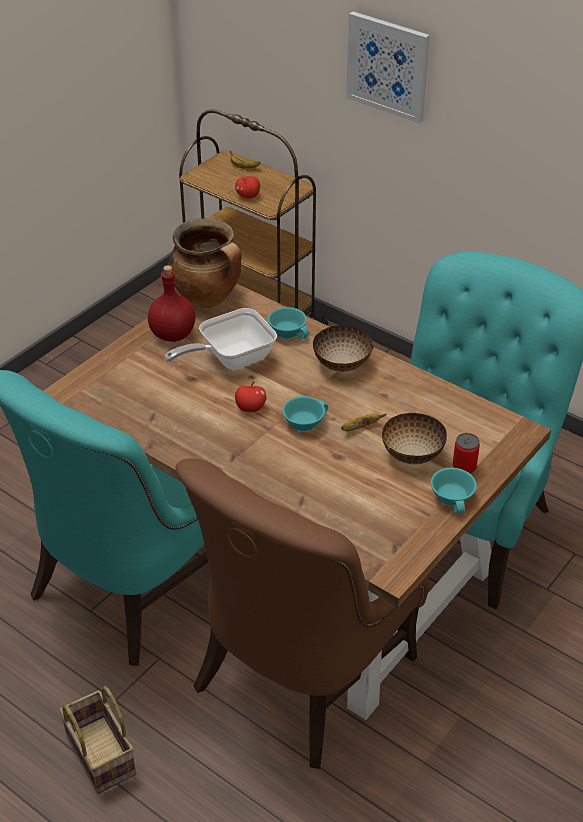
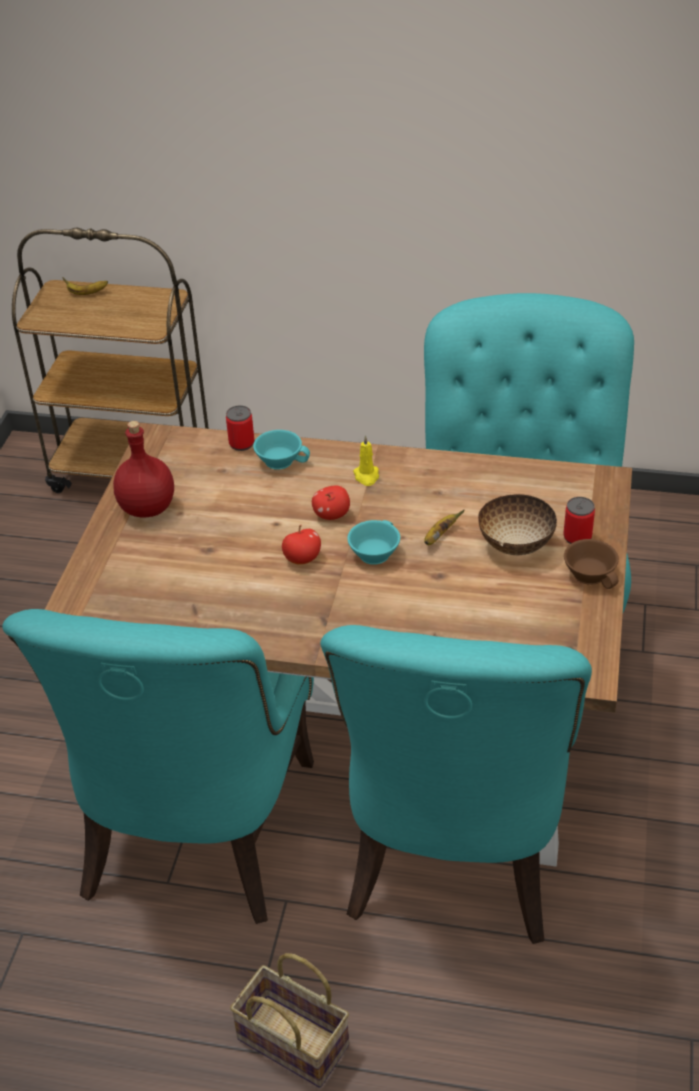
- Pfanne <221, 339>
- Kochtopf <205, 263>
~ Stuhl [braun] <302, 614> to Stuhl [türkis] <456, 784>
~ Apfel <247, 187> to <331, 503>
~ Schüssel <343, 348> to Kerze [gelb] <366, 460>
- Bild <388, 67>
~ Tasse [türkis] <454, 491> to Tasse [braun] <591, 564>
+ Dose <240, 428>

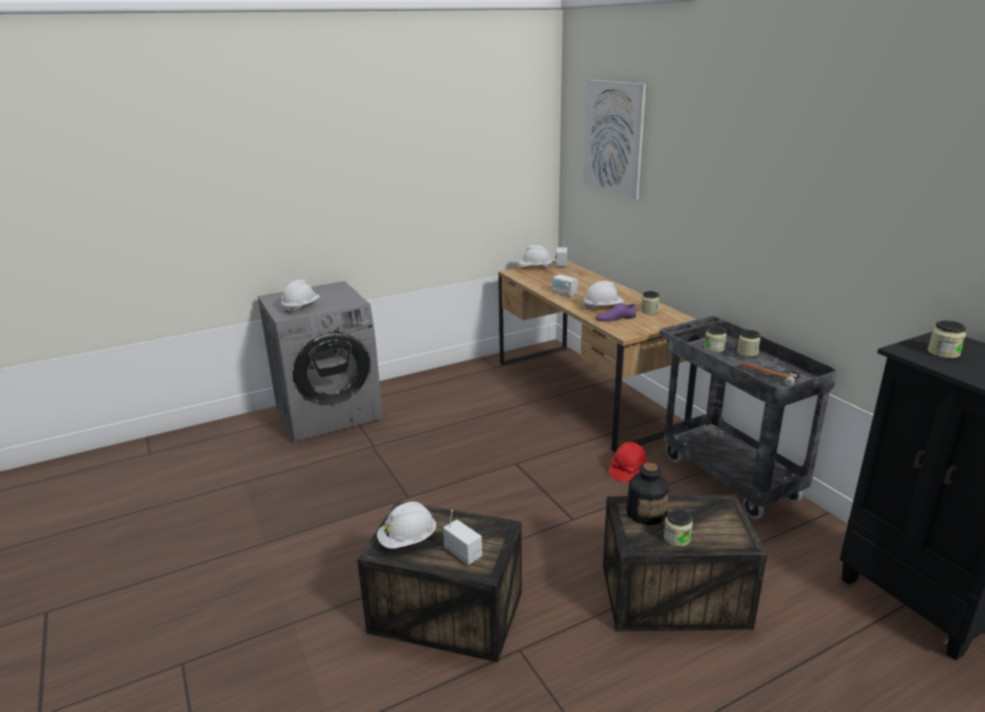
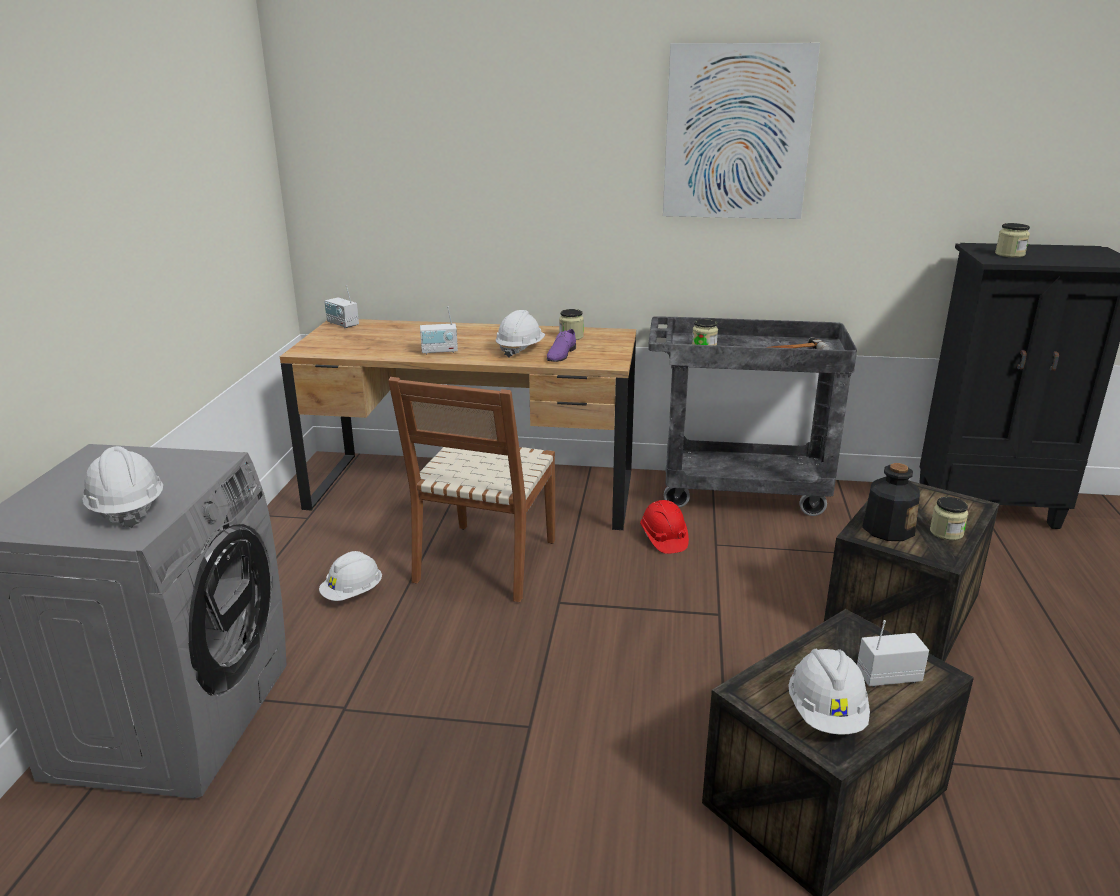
~ Schutzhelm [weiß] <535, 256> to <350, 576>
~ Bild <614, 139> to <741, 131>
- Vorratsglas <749, 343>
+ Stuhl <471, 489>

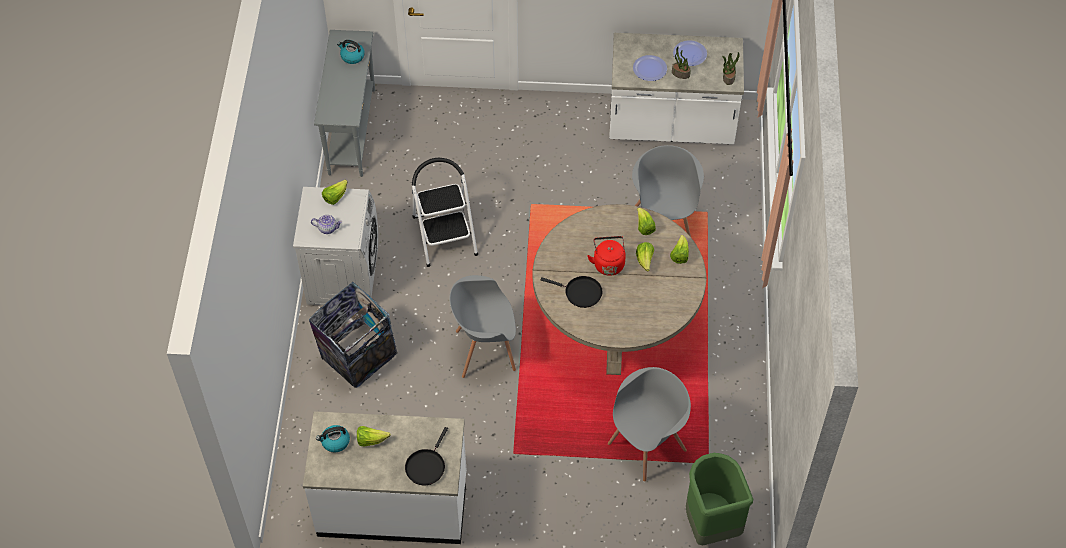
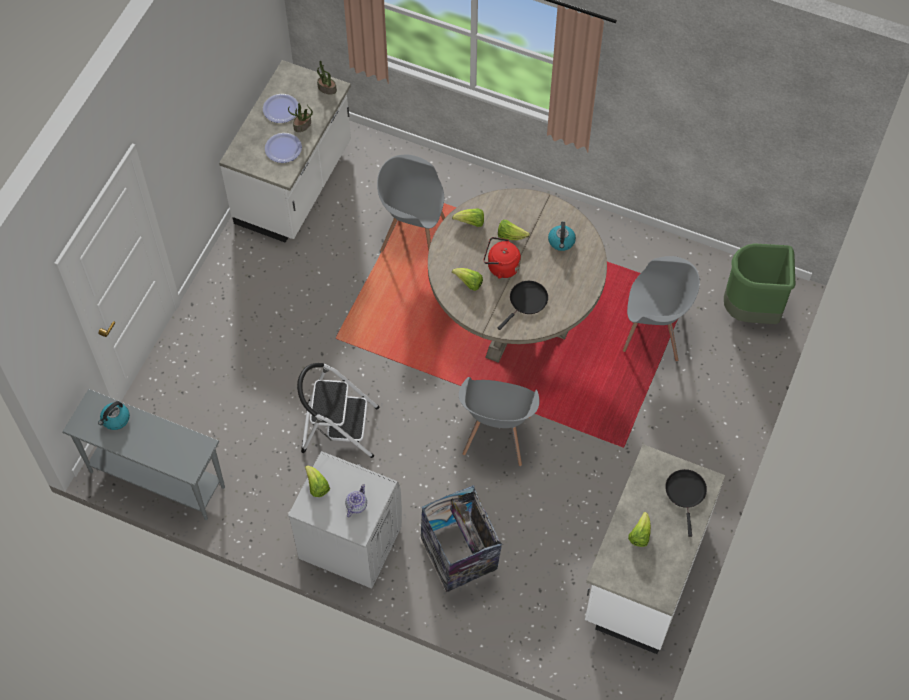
~ Wasserkessel <333, 438> to <562, 236>
~ Pfanne [schwarz] <426, 456> = <686, 503> 135 degrees counterclockwise
~ Stuhl [grau] <649, 424> = <661, 308> 120 degrees clockwise
~ Salatkopf <679, 249> to <467, 279>

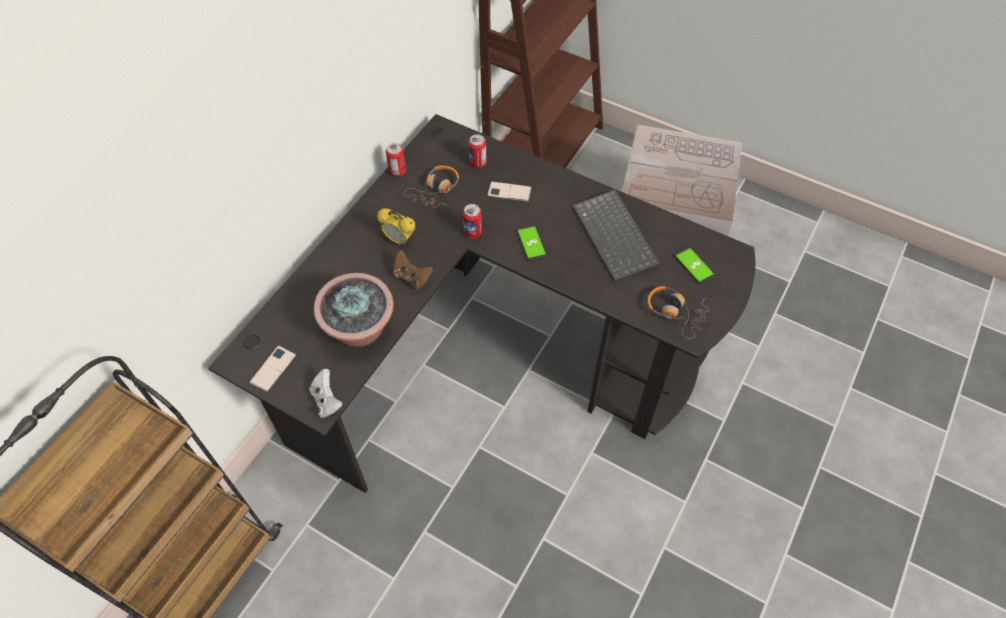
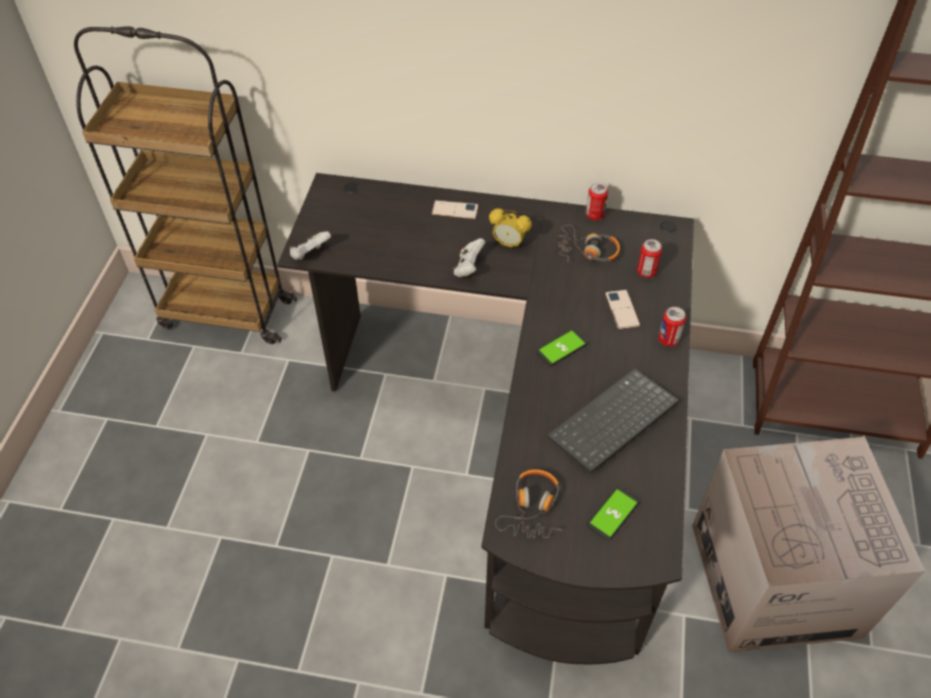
~ Handy <272, 369> to <455, 209>
- Topfpflanze <354, 310>
~ Wecker <396, 227> = <510, 228> 75 degrees counterclockwise
~ Gamepad [braun] <413, 270> to Gamepad [weiß] <469, 257>
~ Dose <472, 221> to <672, 327>

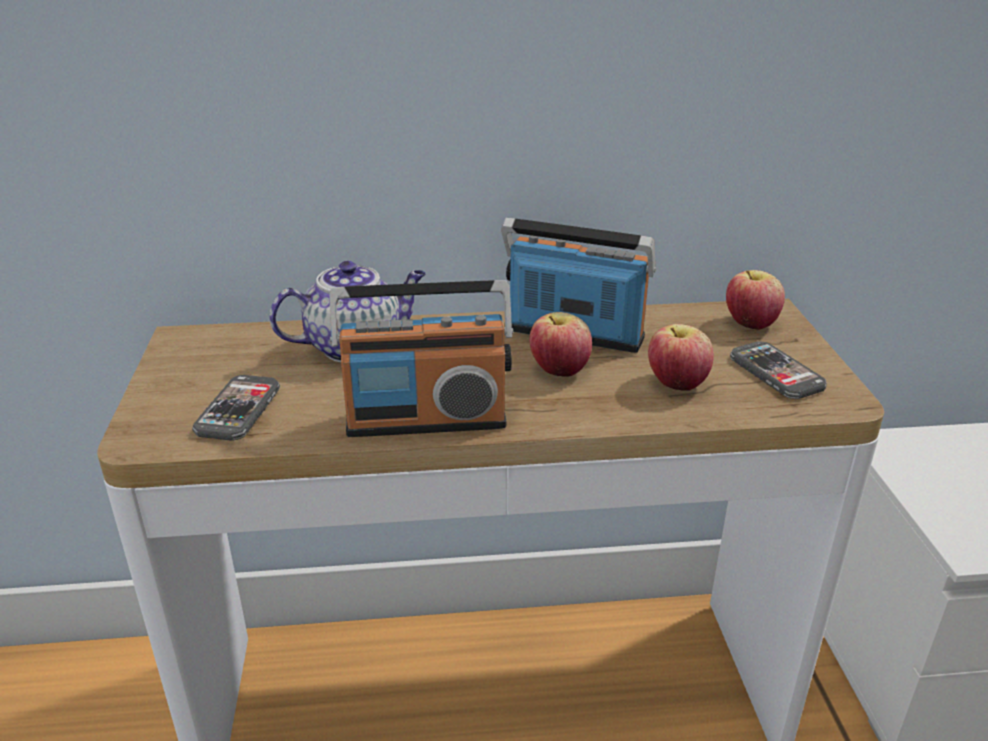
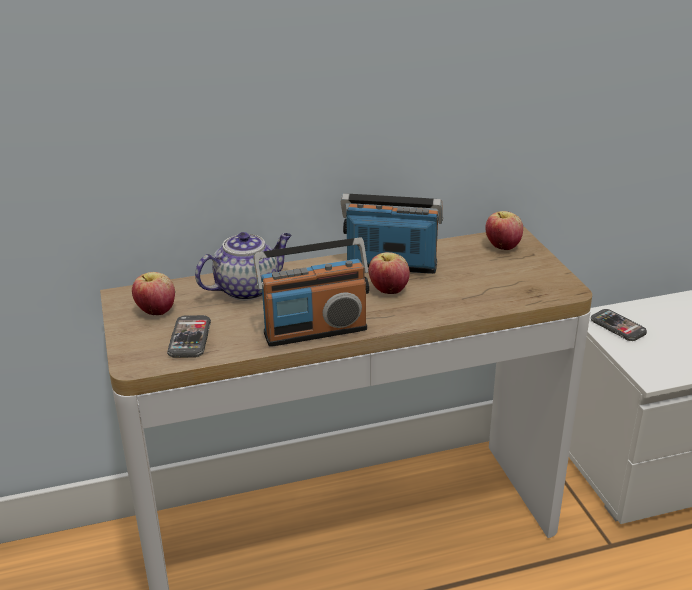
~ Apfel <681, 357> to <153, 293>
~ Handy <778, 370> to <619, 325>

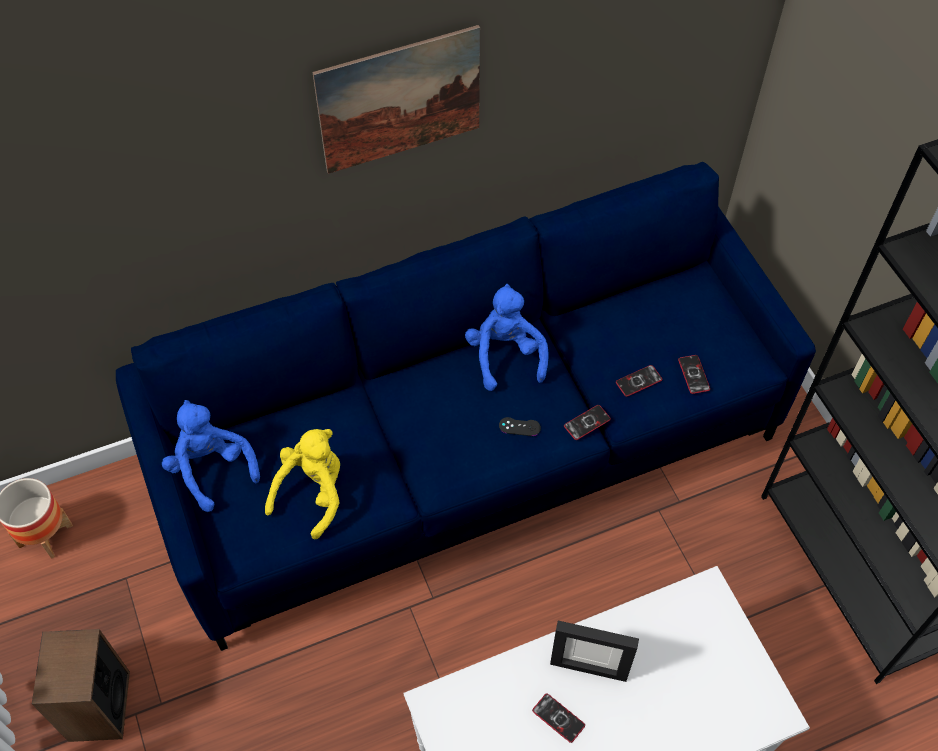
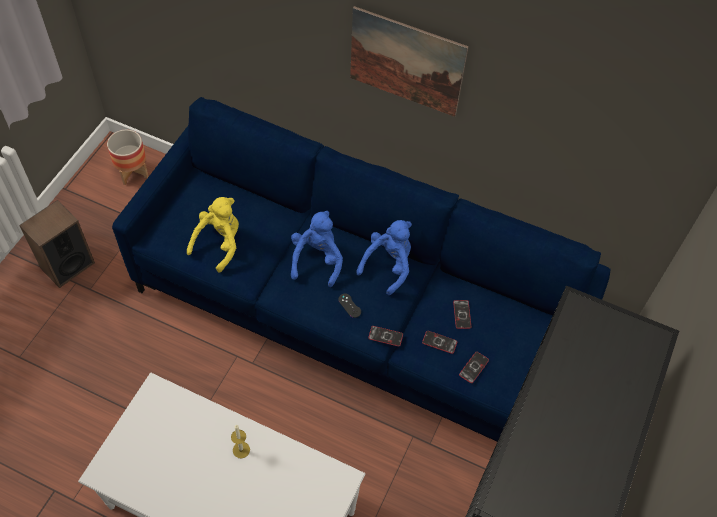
~ Plüschtier [blau] <211, 456> to <317, 249>
~ Plüschtier [gelb] <302, 484> = <213, 234> 45 degrees counterclockwise
~ Handy <558, 718> to <462, 314>
~ Bilderrahmen <594, 651> to Kerze <240, 441>

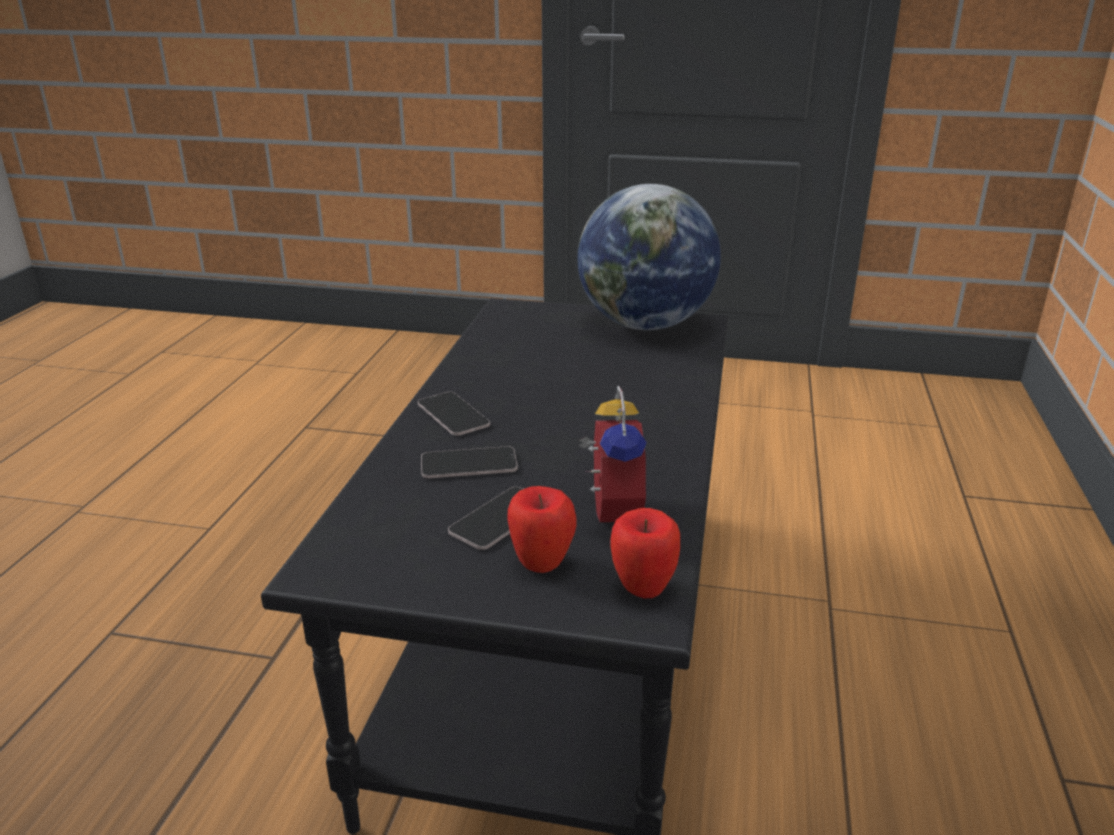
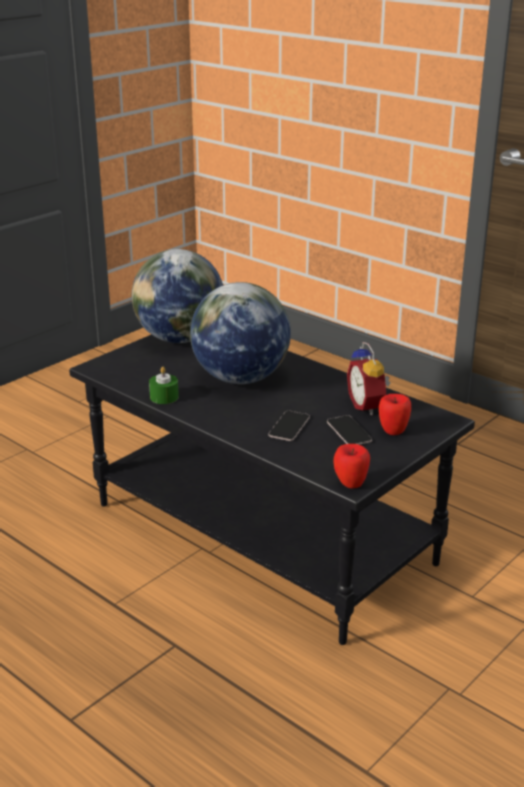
- Handy <454, 414>
~ Wecker <613, 454> = <368, 378> 135 degrees counterclockwise
~ Apfel <645, 553> to <352, 466>
+ Kerze [grün] <164, 385>
+ Globus <240, 333>

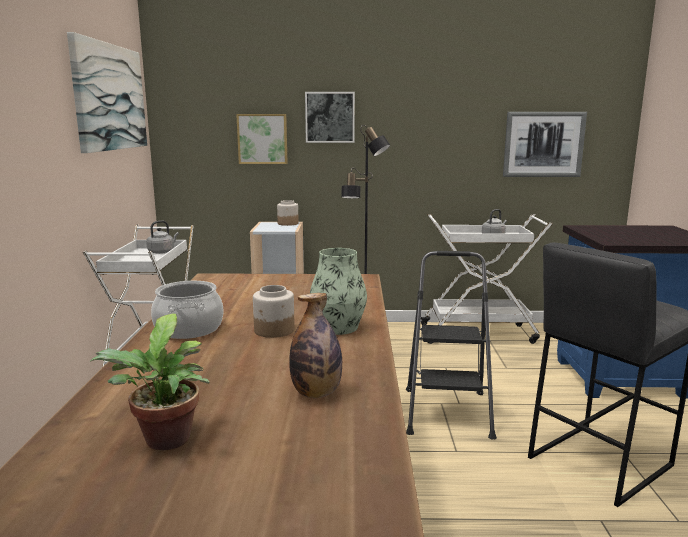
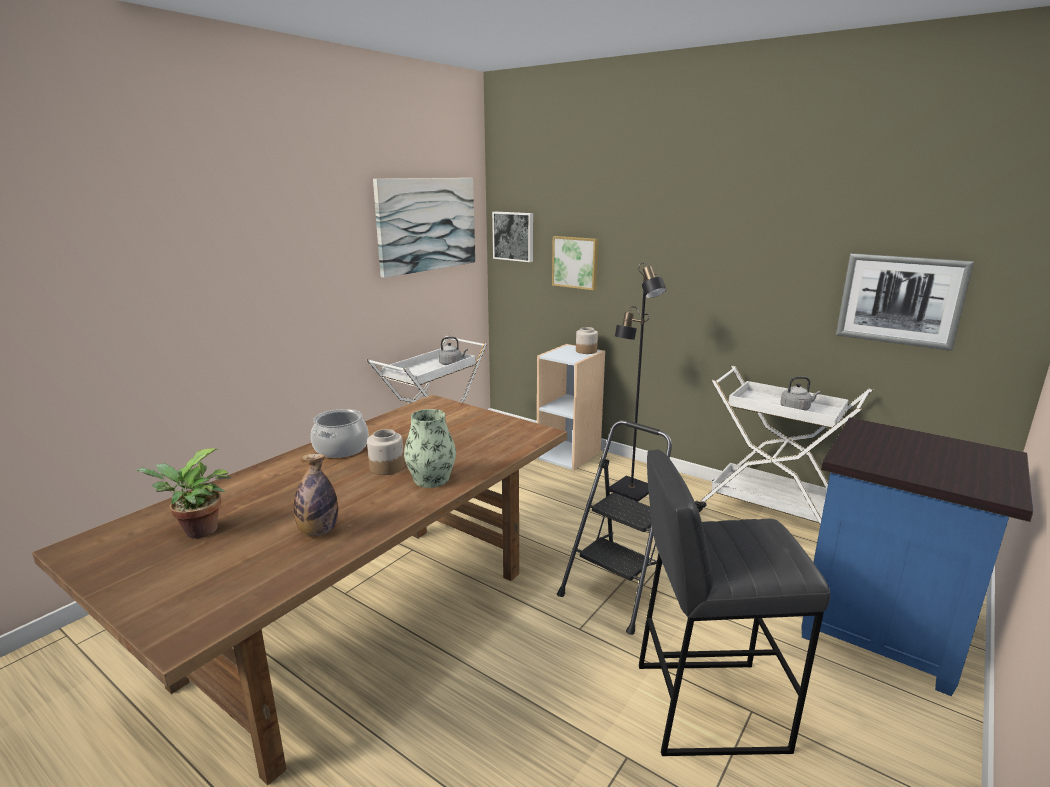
~ Bild <330, 117> to <512, 237>

